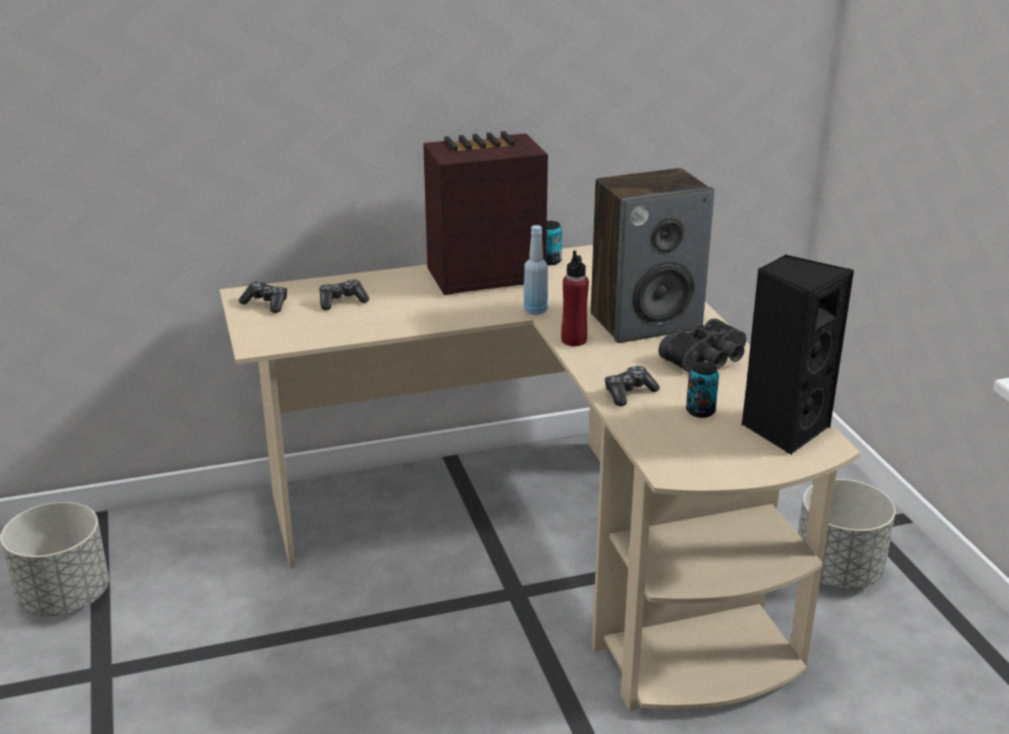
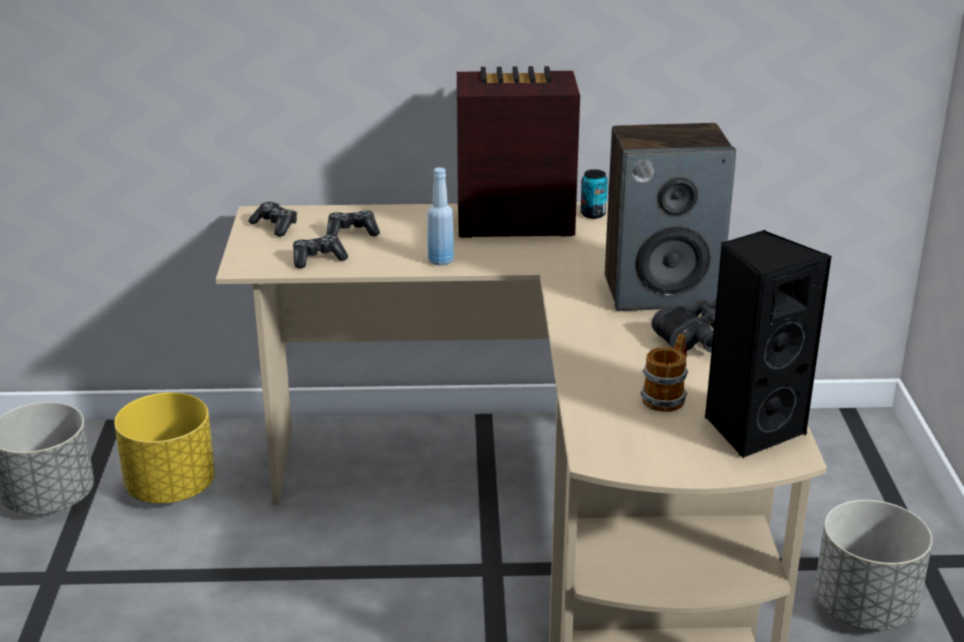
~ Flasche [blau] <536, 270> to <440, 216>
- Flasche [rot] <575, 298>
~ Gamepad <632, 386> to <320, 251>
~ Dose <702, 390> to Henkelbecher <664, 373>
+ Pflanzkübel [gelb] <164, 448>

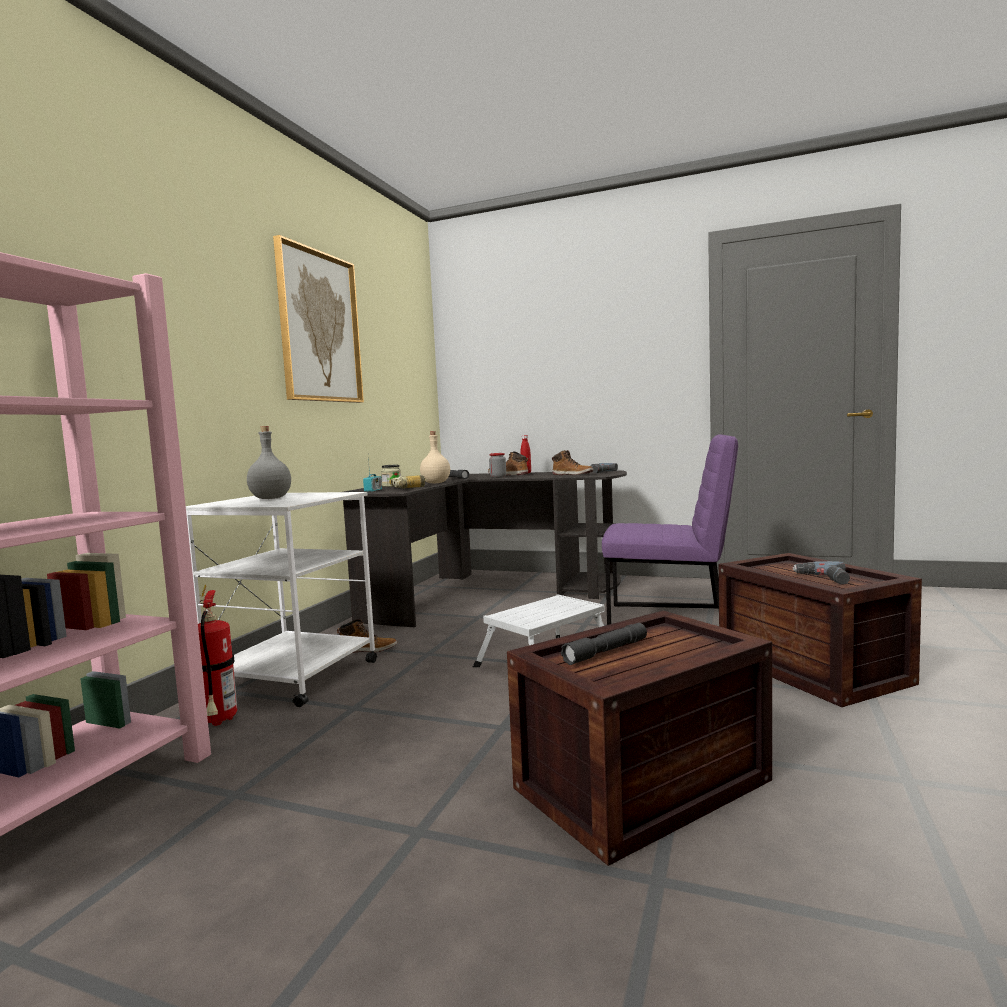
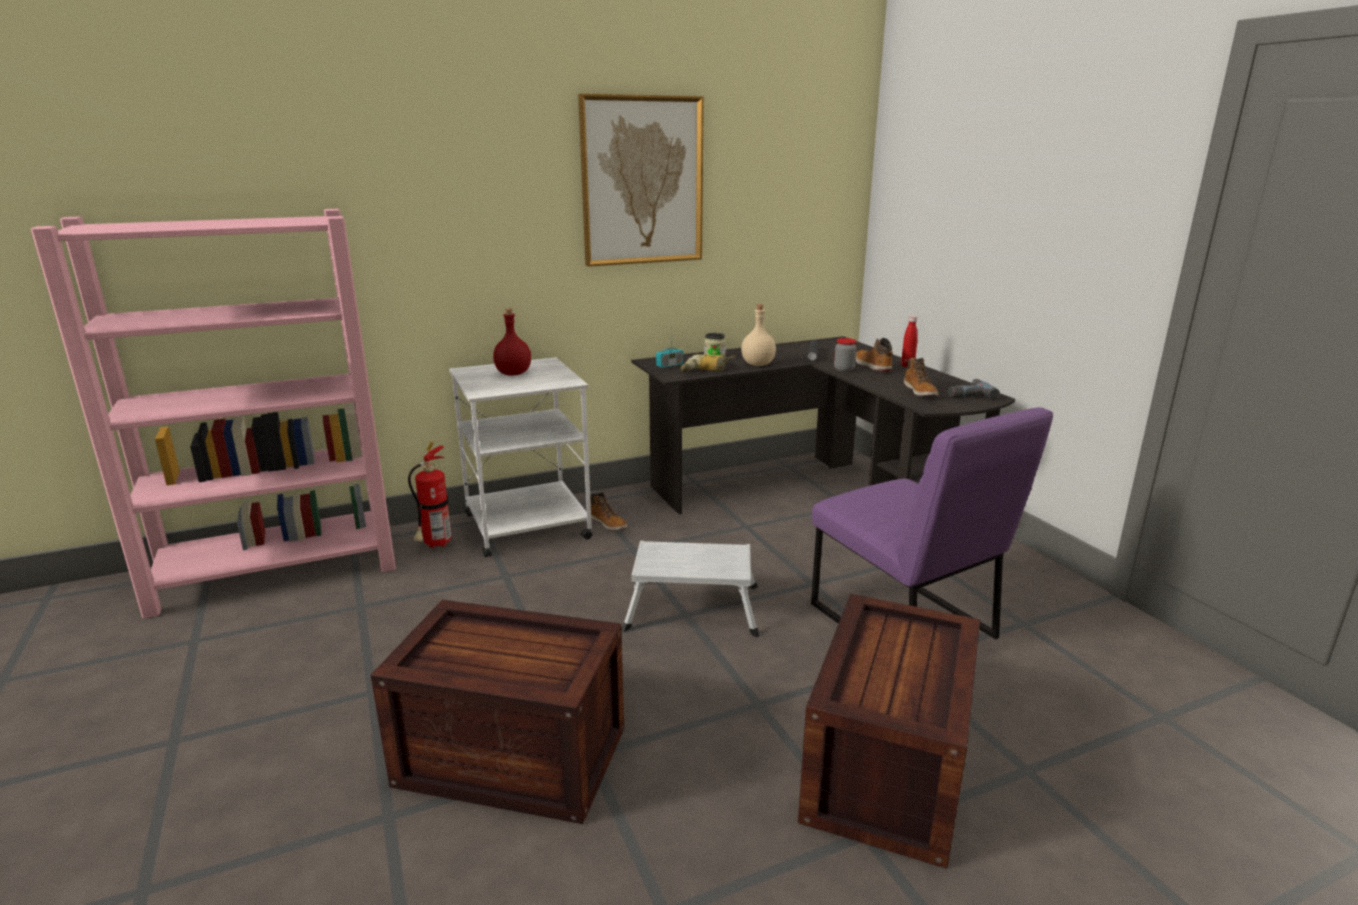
~ Flasche [grau] <269, 462> to Flasche [rot] <512, 342>
- Taschenlampe [grau] <604, 644>
- Bohrmaschine <821, 573>

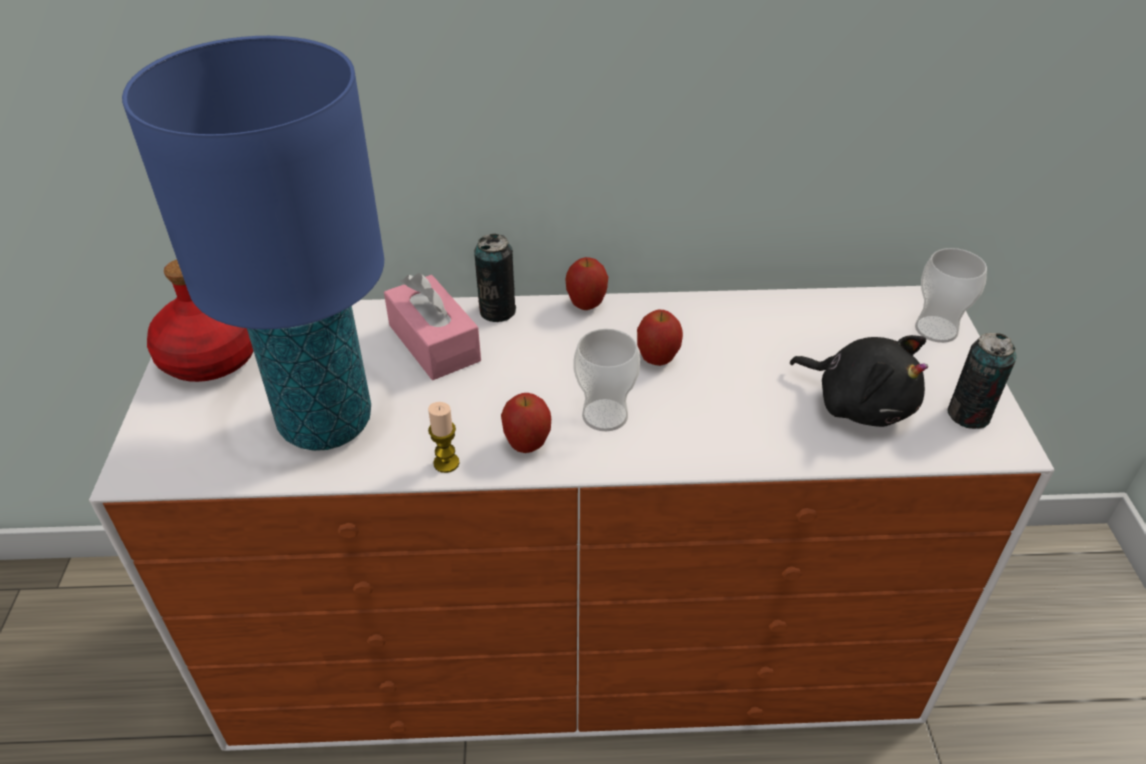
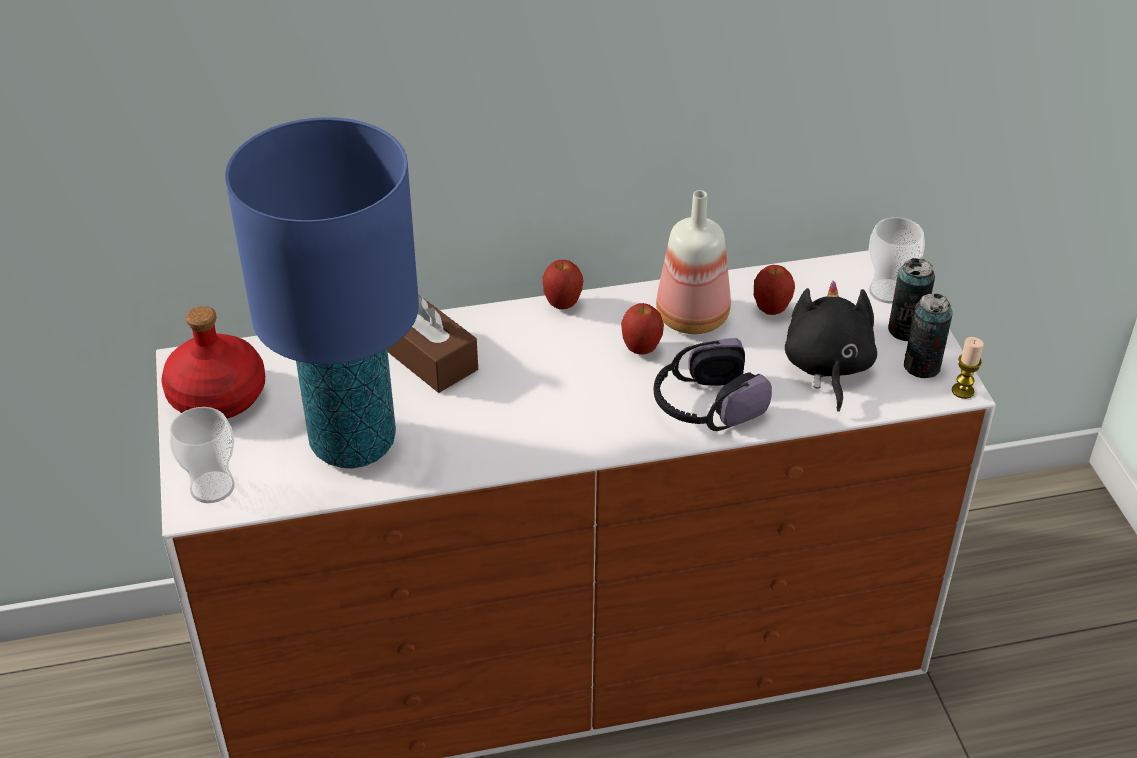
~ Taschentuchbox [rosa] <432, 326> to Taschentuchbox [braun] <432, 343>
~ Kerze <443, 437> to <968, 368>
~ Dose <495, 278> to <911, 299>
~ Apfel <526, 423> to <774, 290>
~ Tasse <607, 380> to <202, 455>
~ Plüschtier [schwarz] <859, 381> = <831, 346> 120 degrees counterclockwise
+ Kopfhörer <713, 384>
+ Flasche <693, 262>

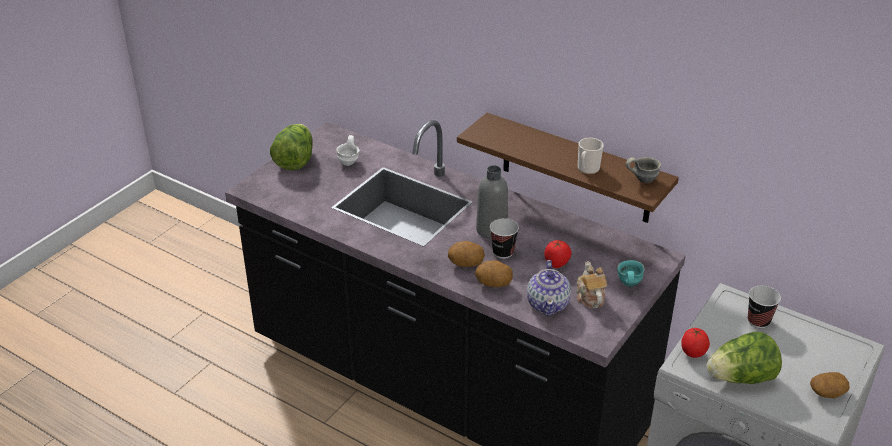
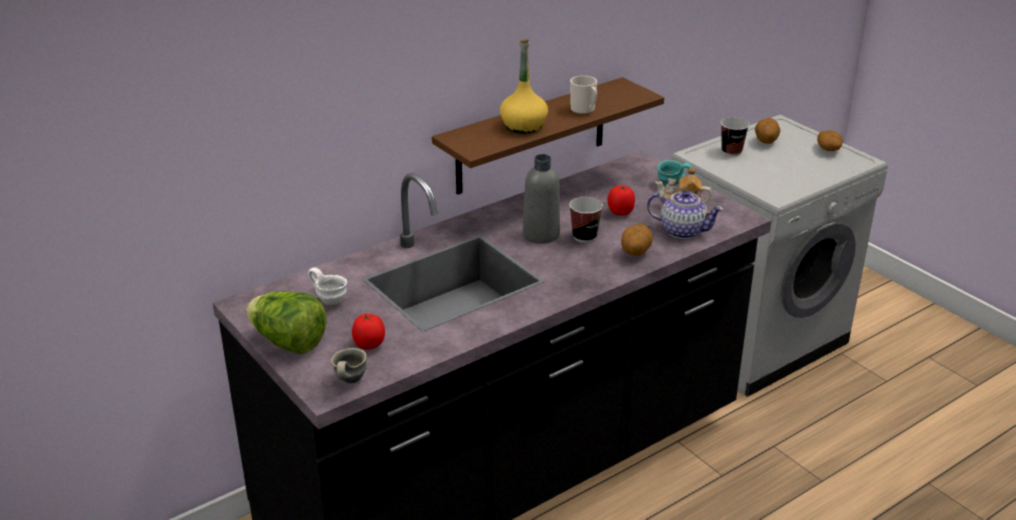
~ Kartoffel <466, 254> to <768, 131>
~ Henkelbecher [grau] <643, 170> to <349, 365>
~ Tomate <695, 342> to <368, 331>
- Salatkopf <744, 358>
+ Flasche [gelb] <524, 86>

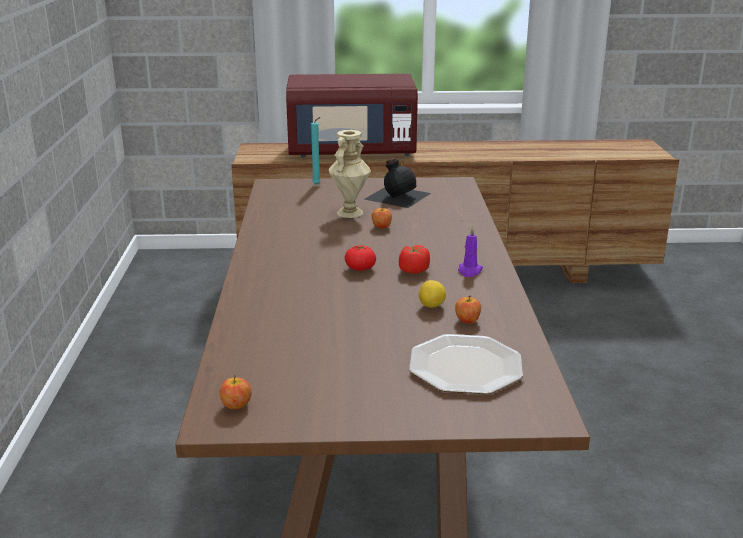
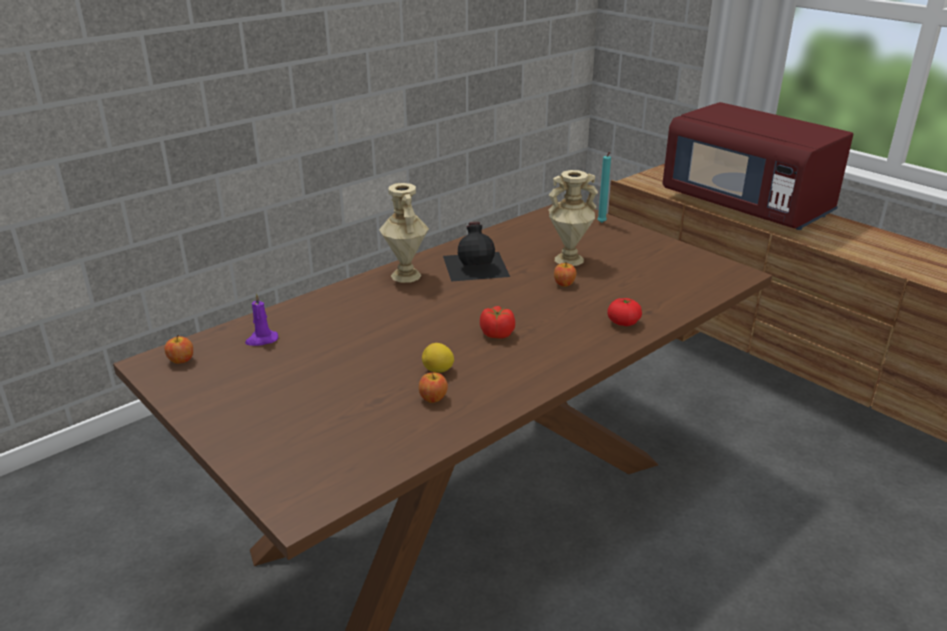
~ Tomate <360, 258> to <625, 312>
~ Flasche [schwarz] <397, 183> to <476, 252>
- Teller <466, 364>
~ Kerze [lila] <470, 251> to <261, 319>
+ Vase [beige] <404, 233>

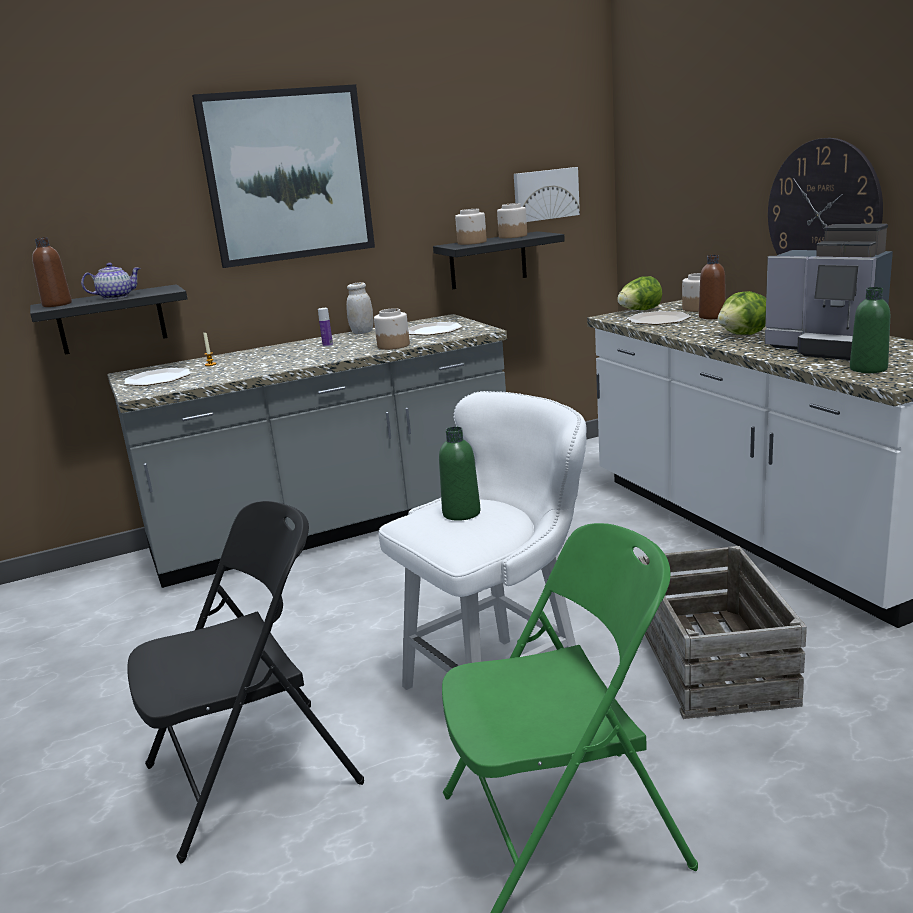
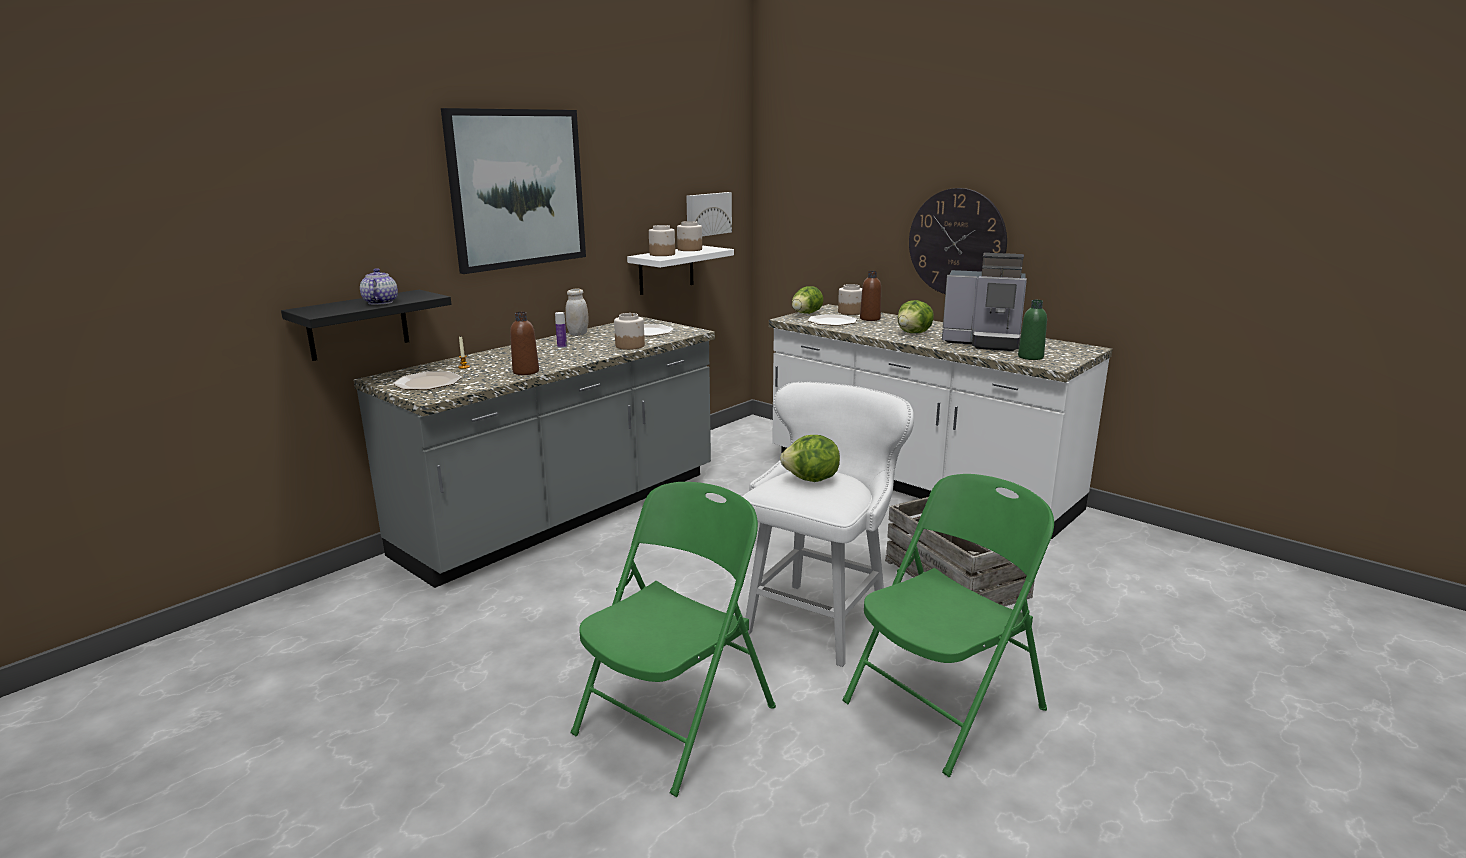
~ Flasche [braun] <52, 272> to <524, 343>
~ Teekanne <110, 281> = <379, 286> 45 degrees counterclockwise
~ Stuhl [schwarz] <245, 682> to Stuhl [grün] <673, 639>
~ Wandregal [schwarz] <499, 260> to Wandregal [weiß] <680, 270>
~ Flasche [grün] <460, 474> to Salatkopf <810, 458>

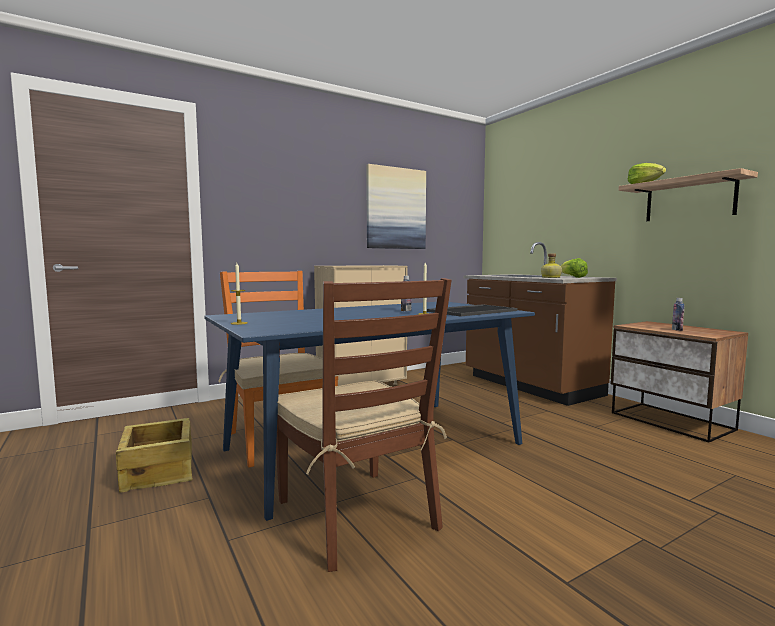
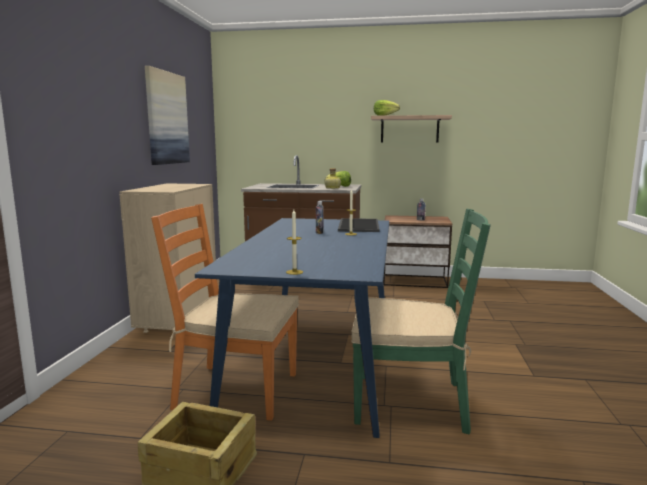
~ Stuhl [braun] <364, 425> to Stuhl [grün] <421, 321>

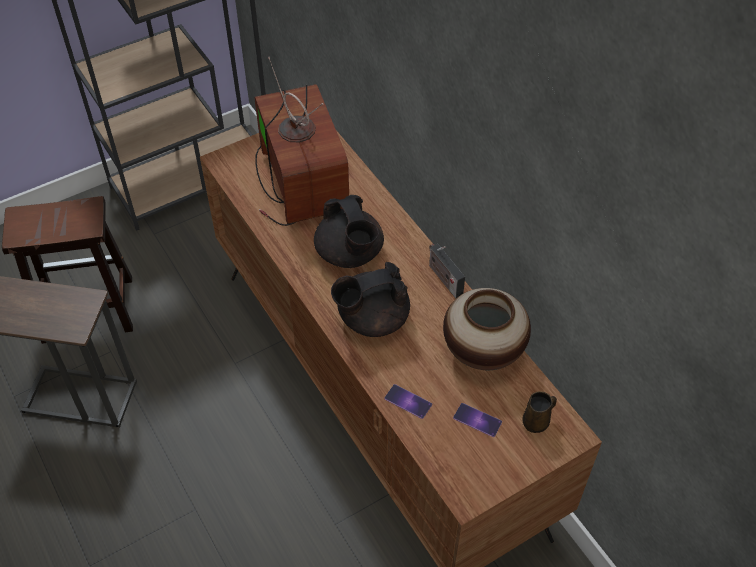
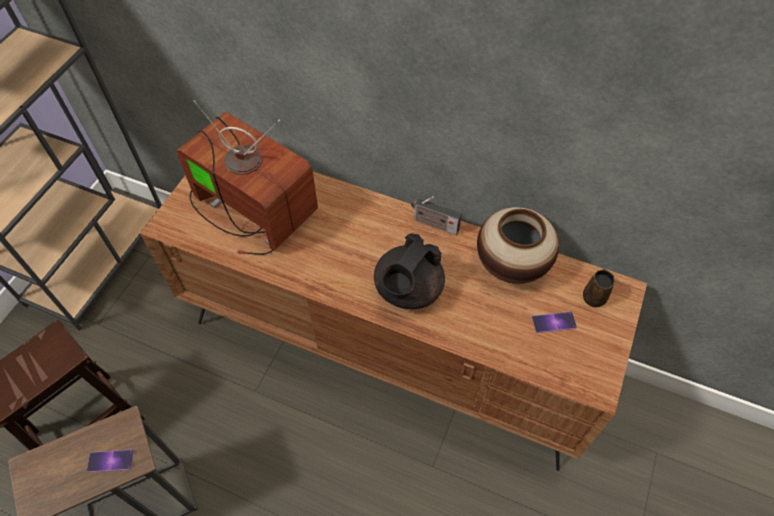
- Teekanne [schwarz] <349, 231>
~ Handy <408, 401> to <110, 460>

